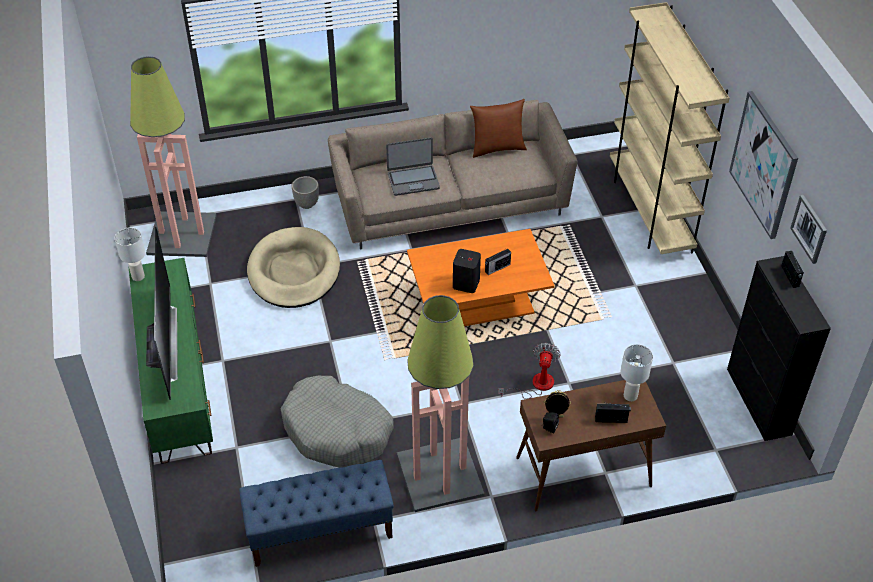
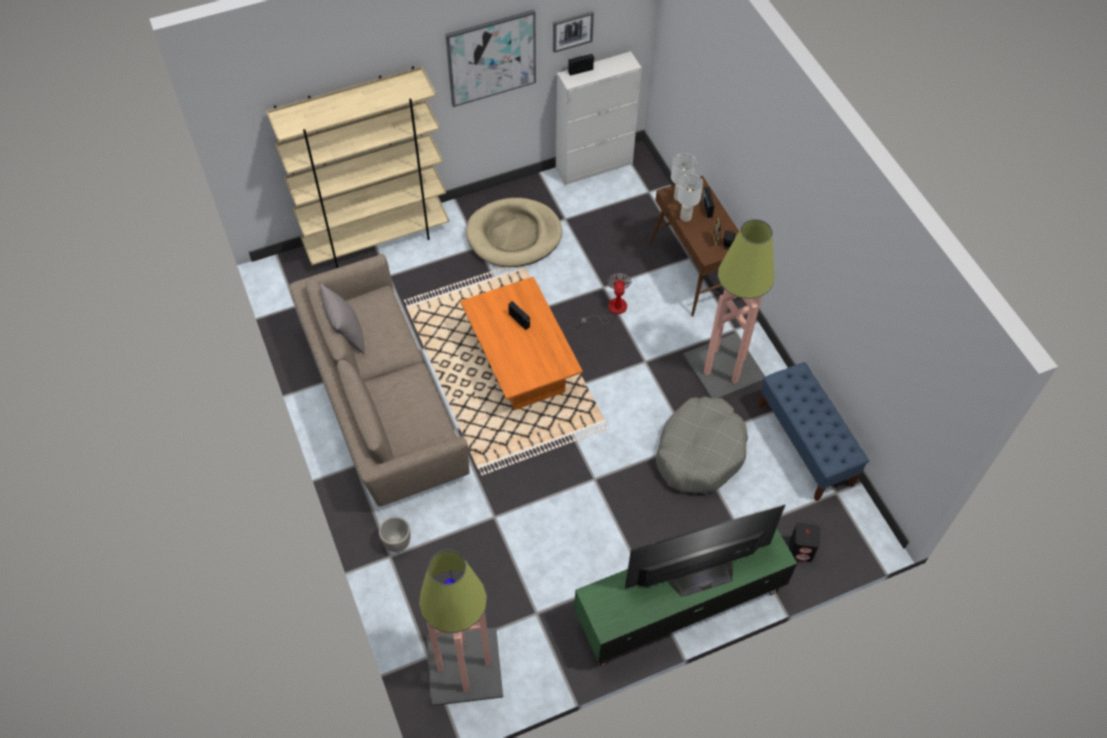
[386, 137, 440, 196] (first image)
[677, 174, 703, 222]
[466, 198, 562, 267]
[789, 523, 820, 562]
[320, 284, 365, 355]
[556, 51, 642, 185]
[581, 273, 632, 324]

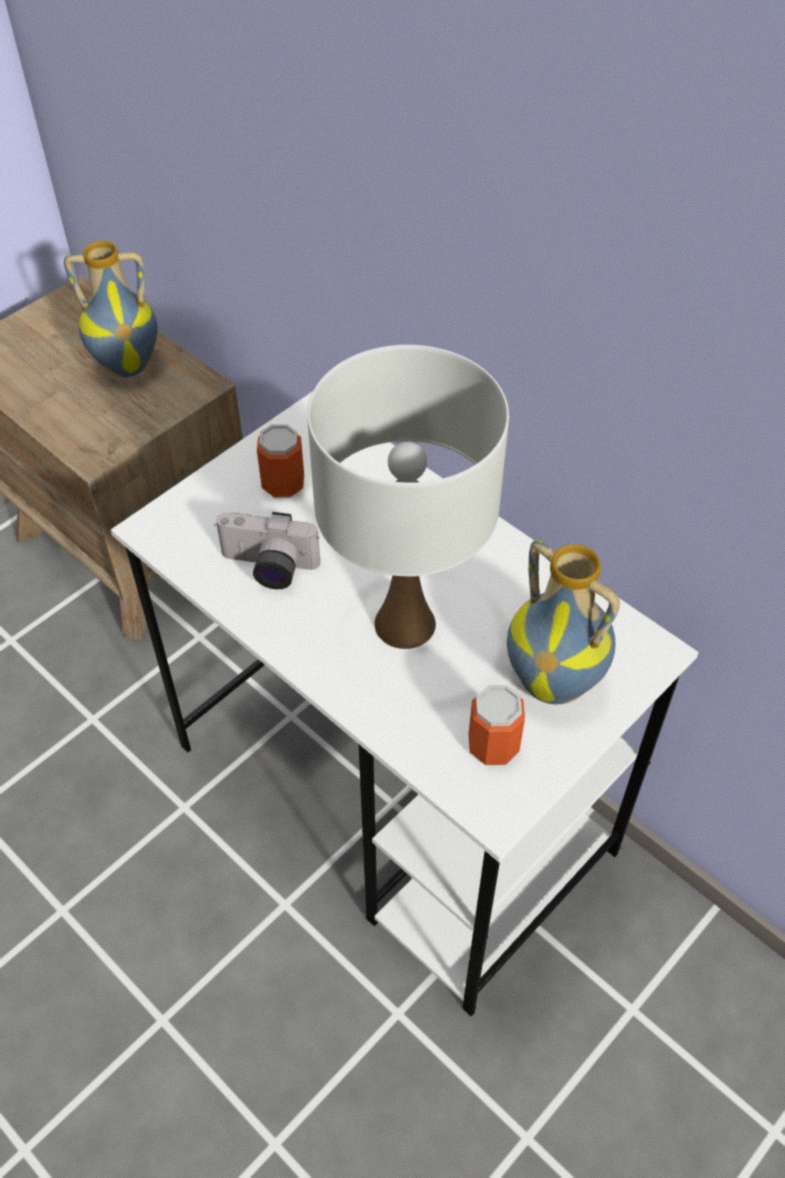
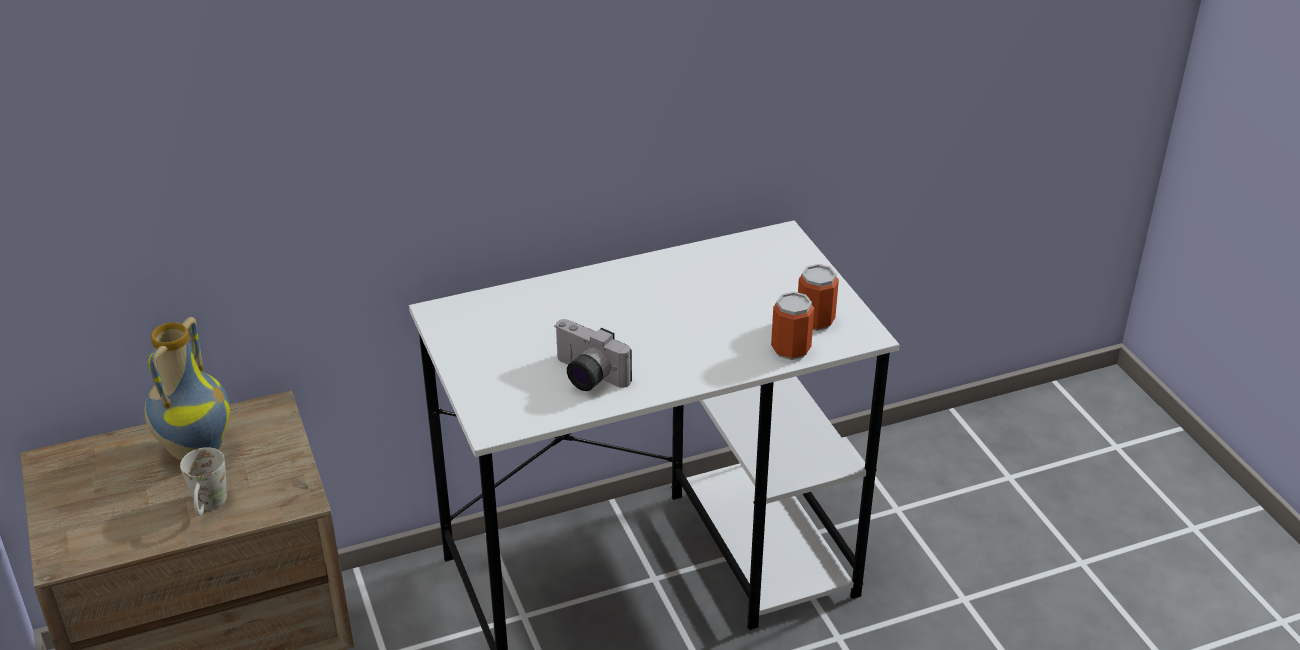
[307, 345, 509, 649] (first image)
[507, 540, 620, 704] (first image)
[180, 447, 227, 516]
[771, 292, 814, 360]
[554, 319, 632, 391]

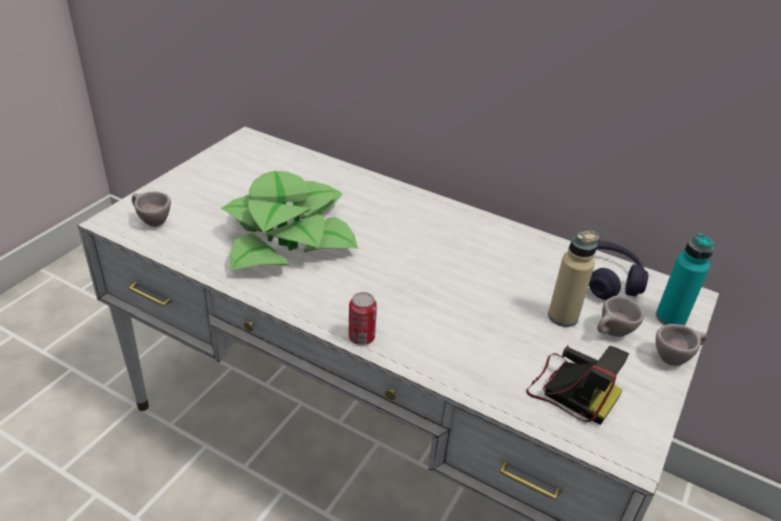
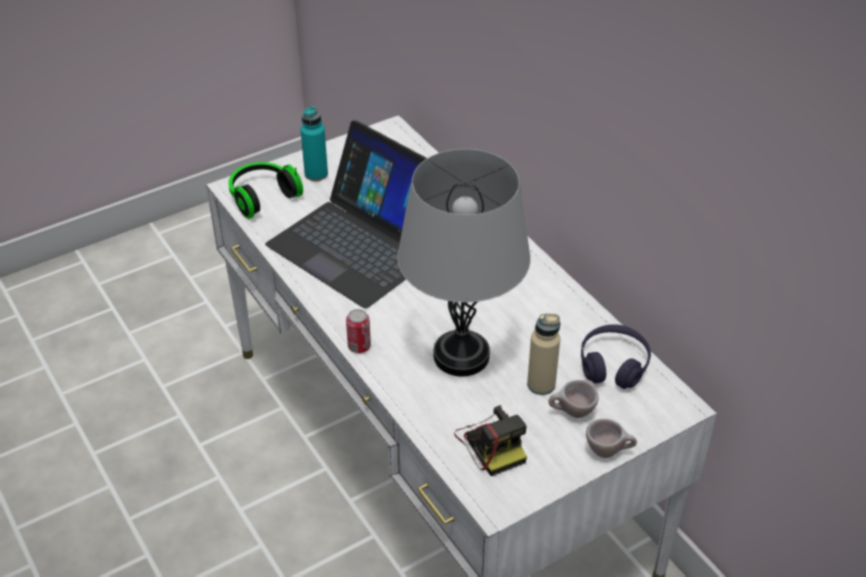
[397, 149, 531, 376]
[301, 106, 328, 181]
[228, 162, 303, 219]
[265, 120, 427, 309]

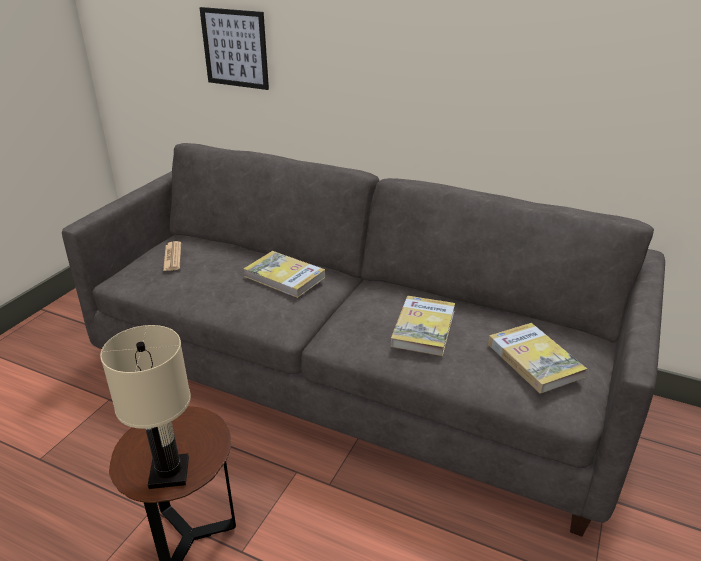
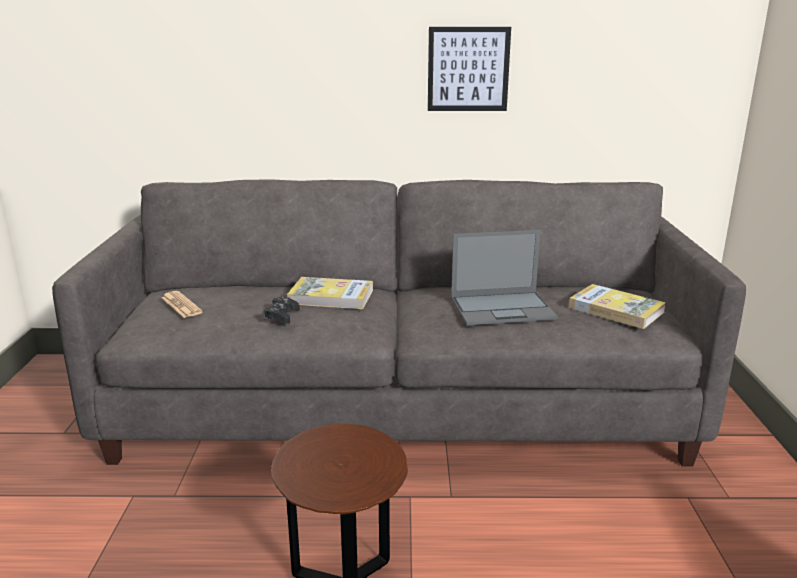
[100, 325, 191, 489] (first image)
[264, 297, 300, 324]
[428, 27, 511, 111]
[451, 230, 558, 325]

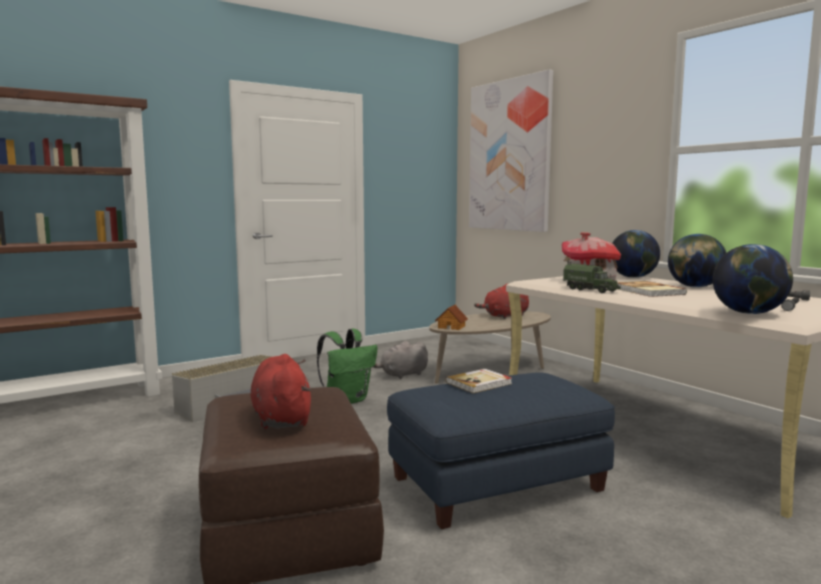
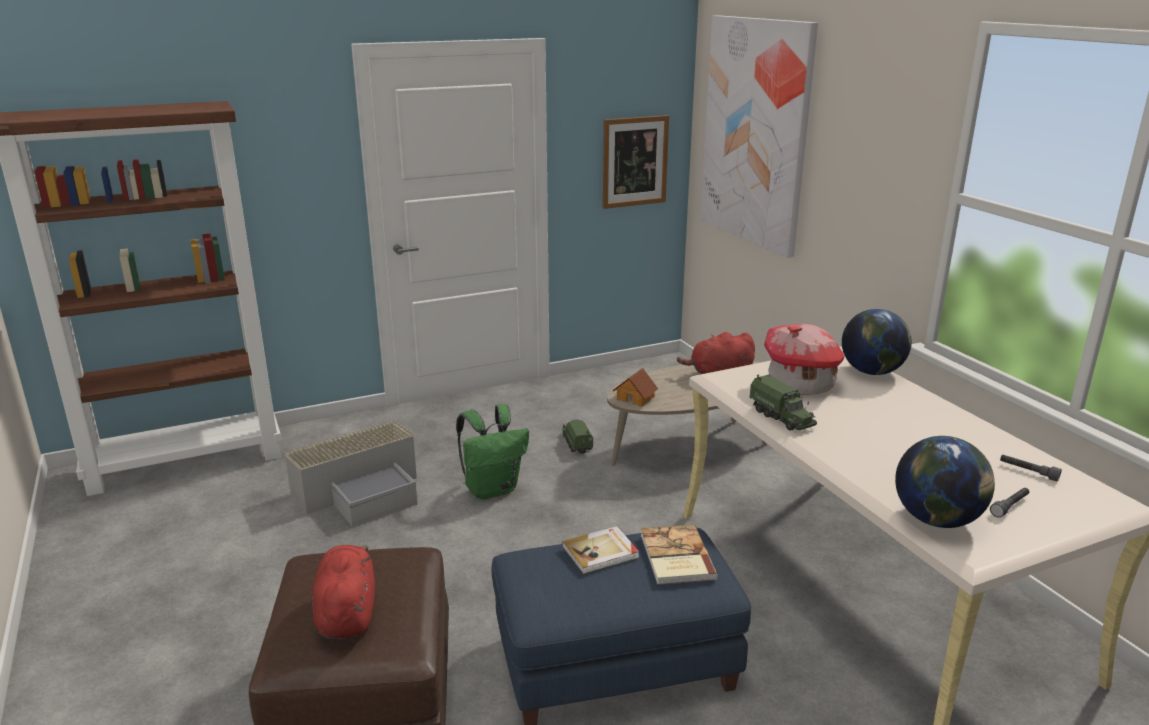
[668, 234, 726, 288] (first image)
[603, 115, 669, 209]
[640, 524, 717, 585]
[562, 419, 593, 455]

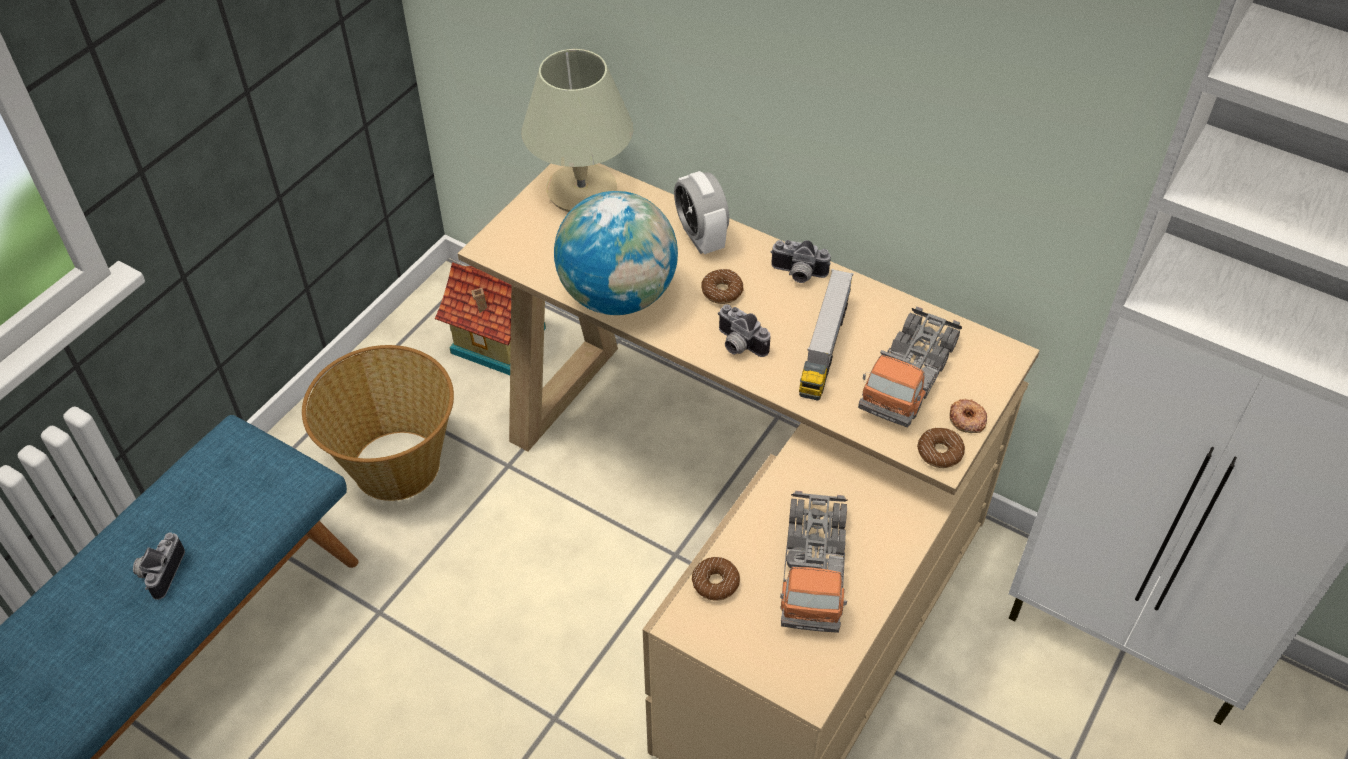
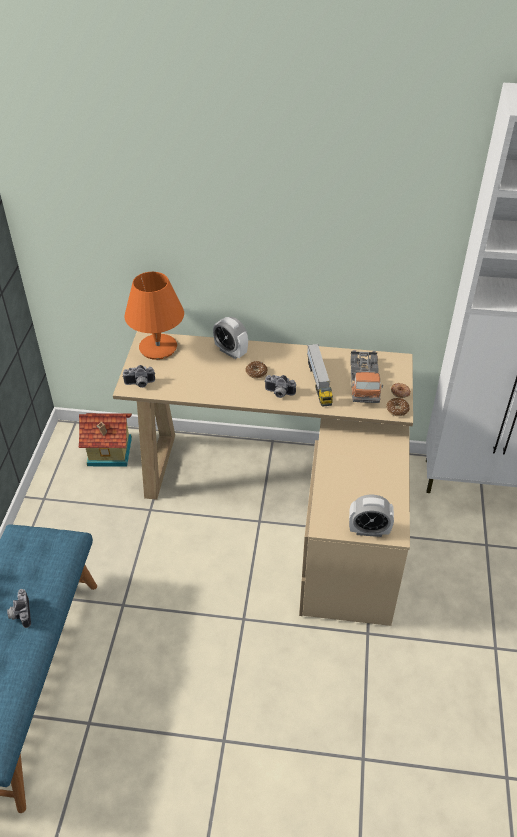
[302, 345, 454, 501] (first image)
[554, 191, 678, 315] (first image)
[692, 557, 740, 601] (first image)
[780, 490, 847, 633] (first image)
[349, 495, 394, 537]
[122, 365, 155, 388]
[125, 272, 184, 360]

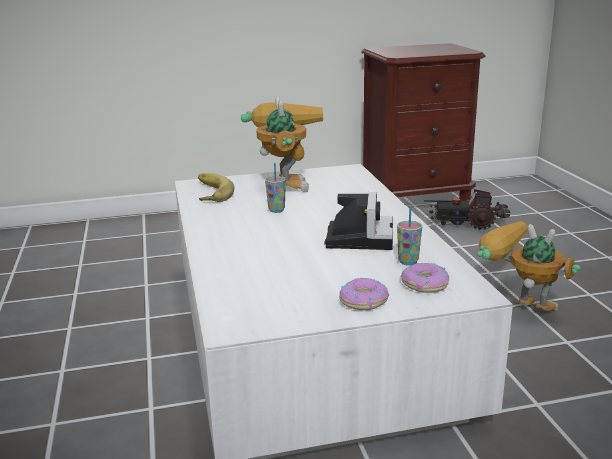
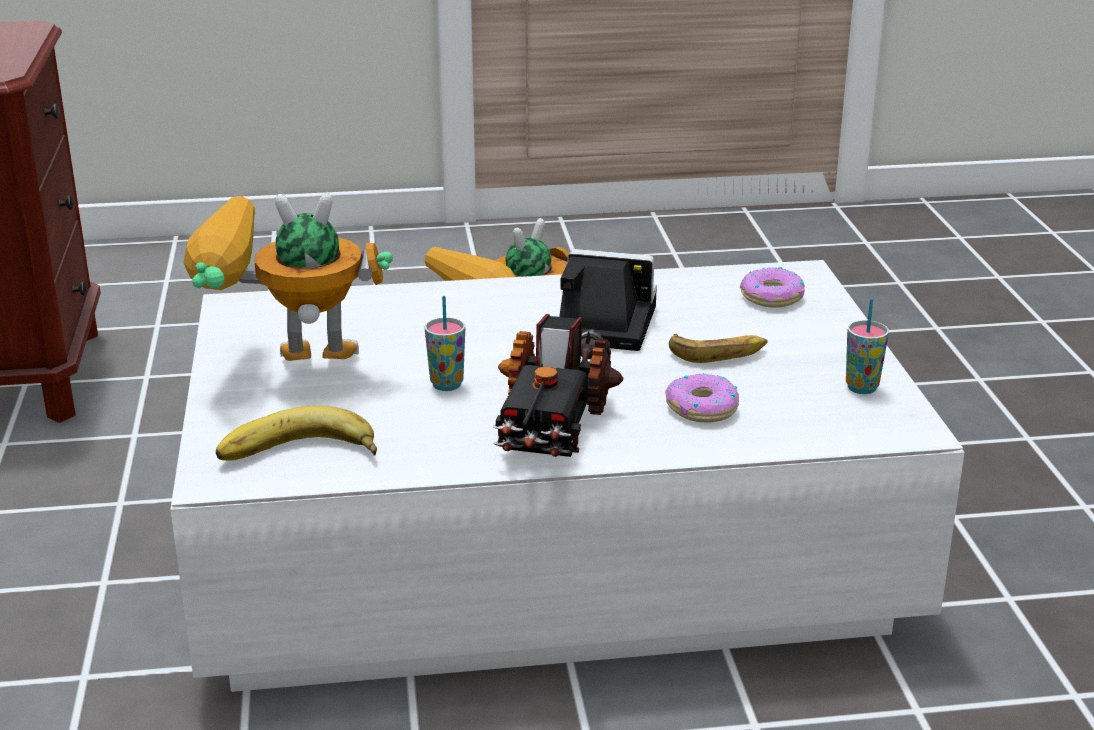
[669, 334, 768, 363]
[665, 373, 739, 423]
[846, 298, 889, 394]
[493, 314, 623, 457]

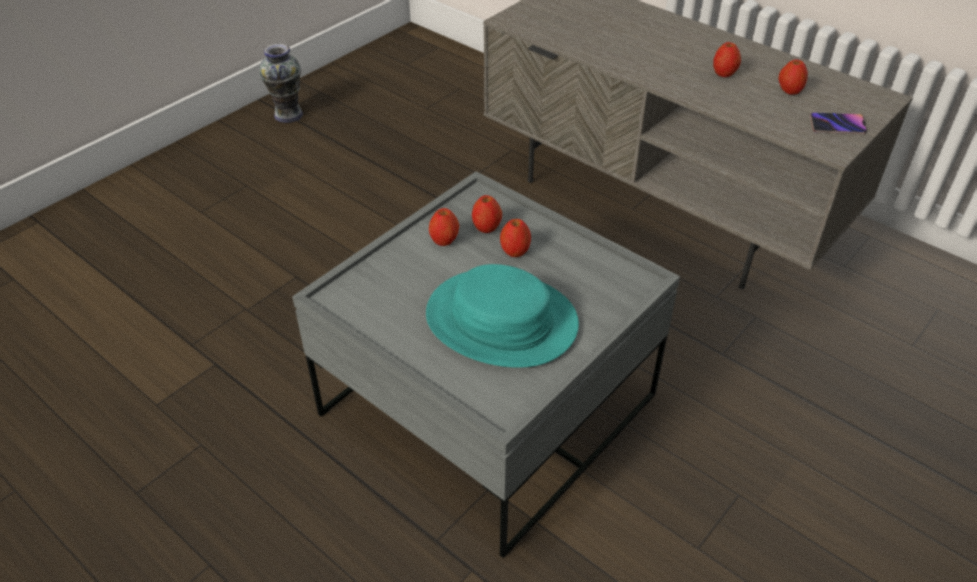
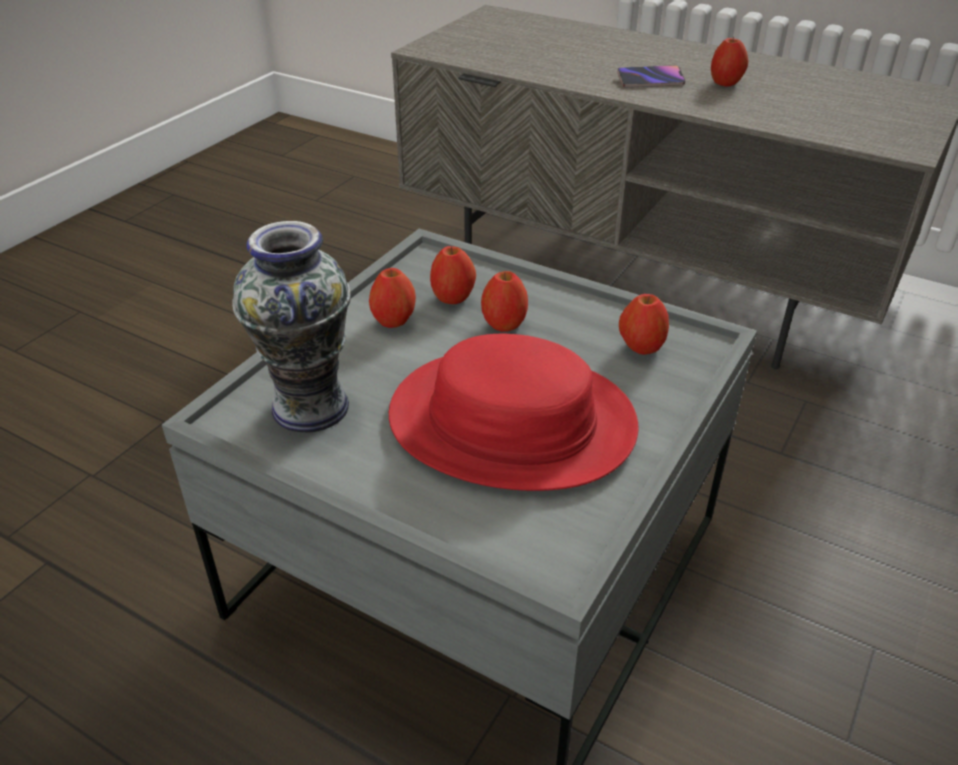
[232, 221, 351, 433]
[619, 294, 669, 355]
[617, 65, 685, 87]
[389, 334, 639, 491]

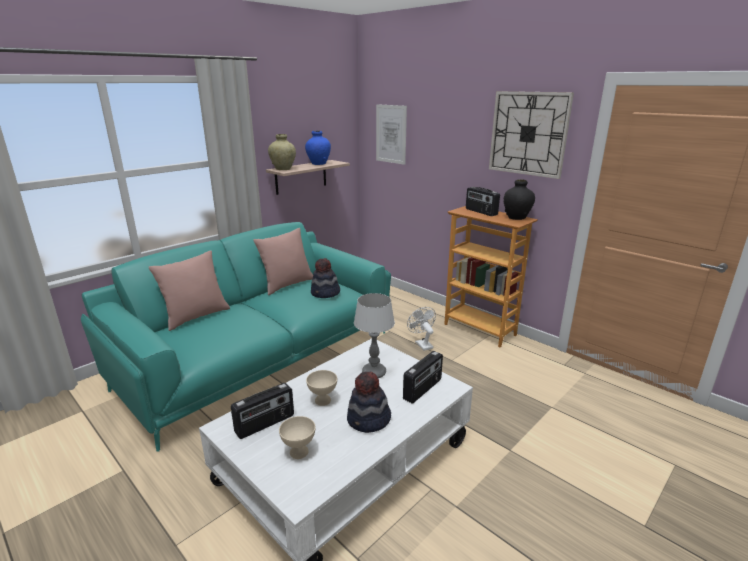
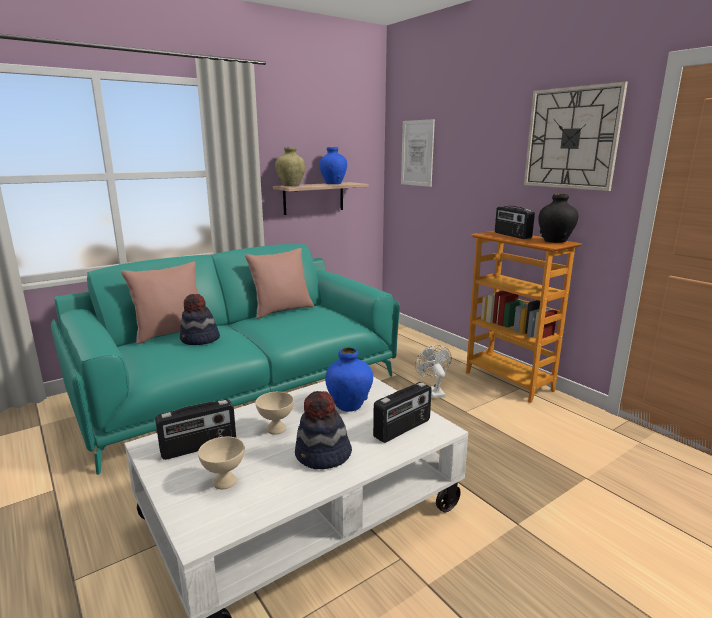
[180, 294, 220, 345]
[325, 347, 373, 412]

